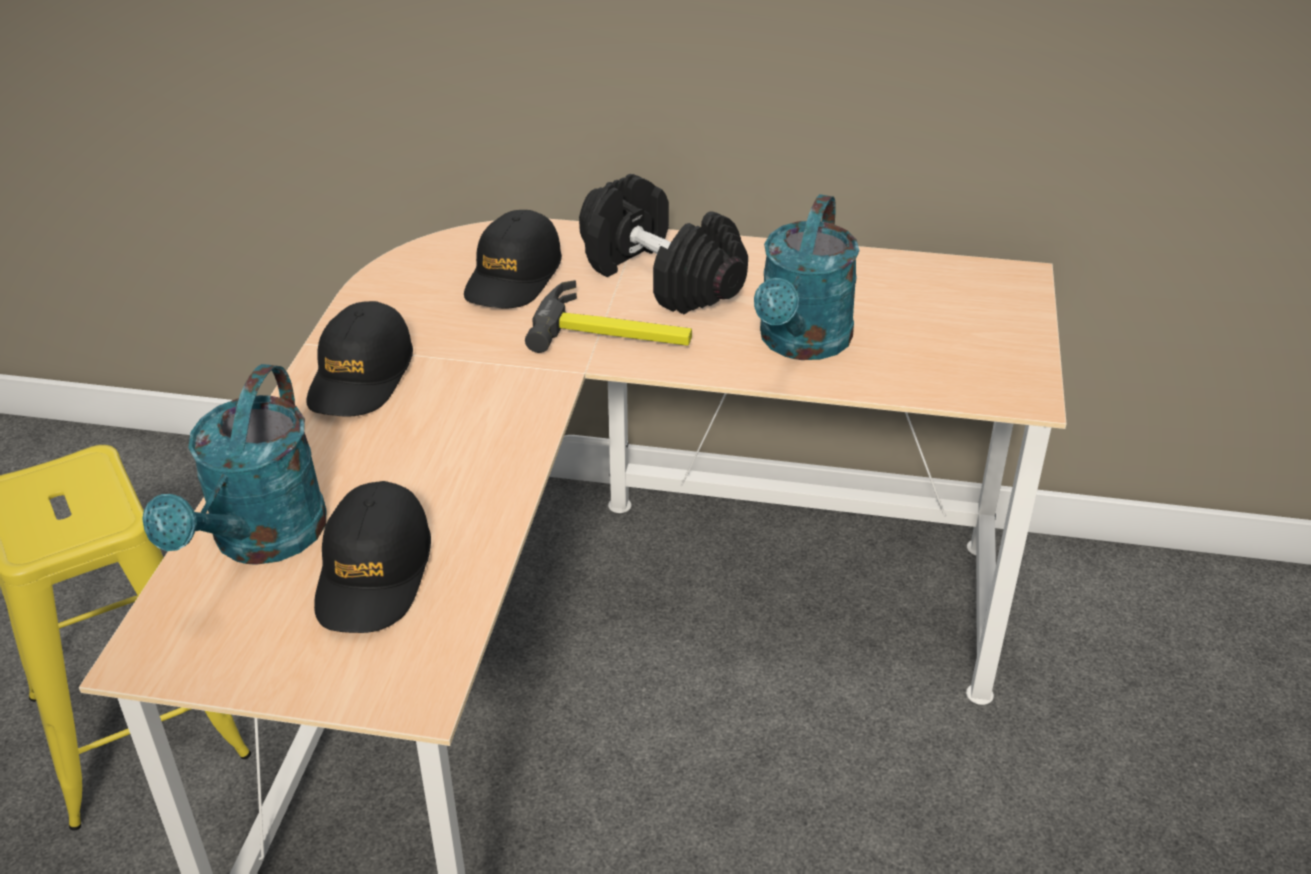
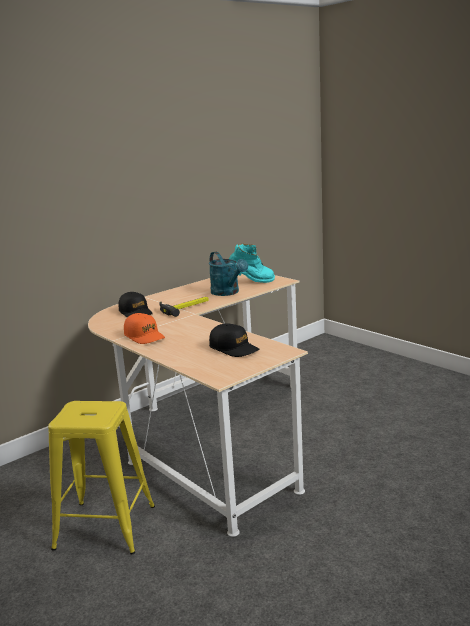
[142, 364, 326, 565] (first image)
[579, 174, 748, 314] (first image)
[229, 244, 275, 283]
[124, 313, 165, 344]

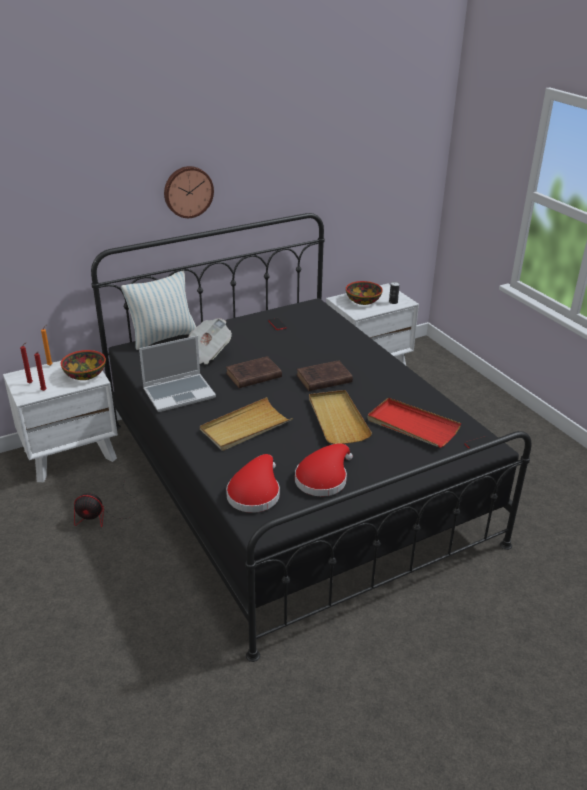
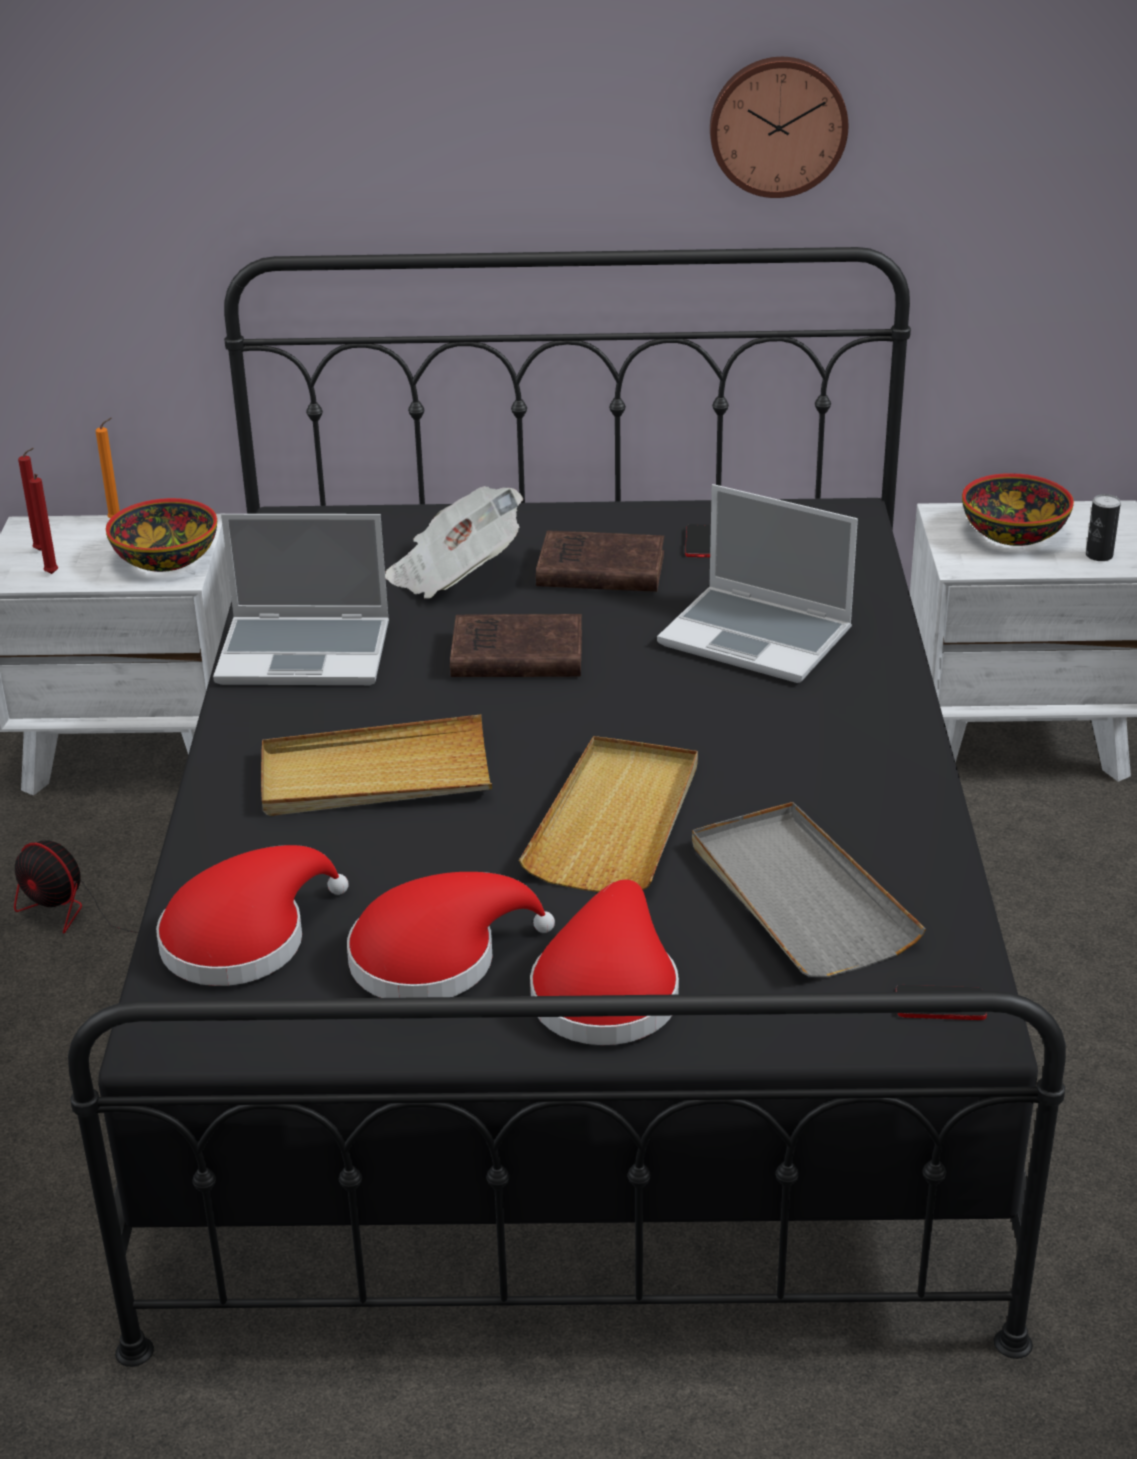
[121, 271, 196, 350] (first image)
[530, 879, 679, 1045]
[657, 484, 858, 683]
[710, 57, 848, 198]
[536, 530, 664, 592]
[692, 802, 926, 977]

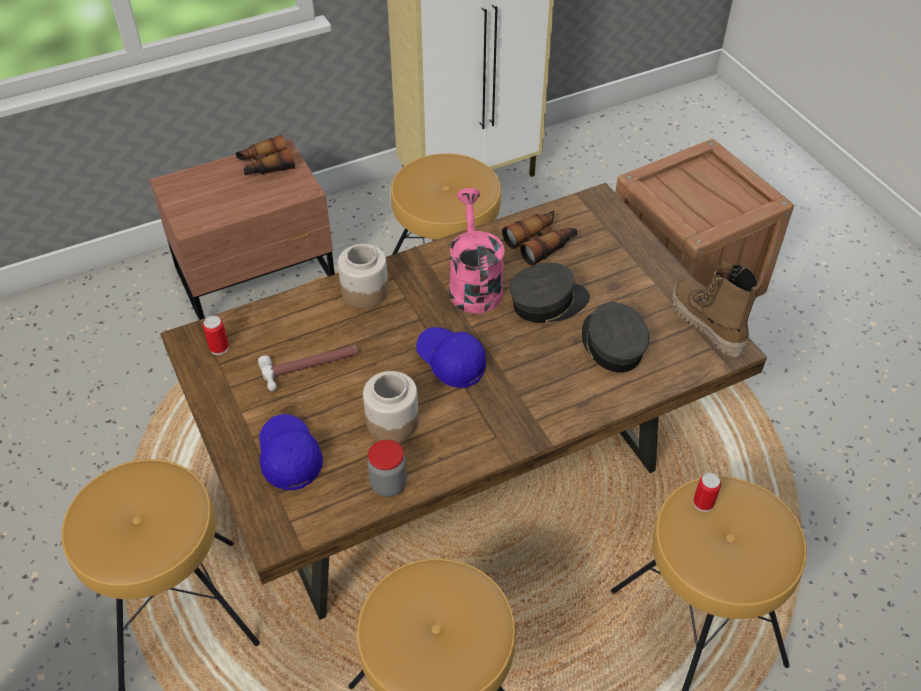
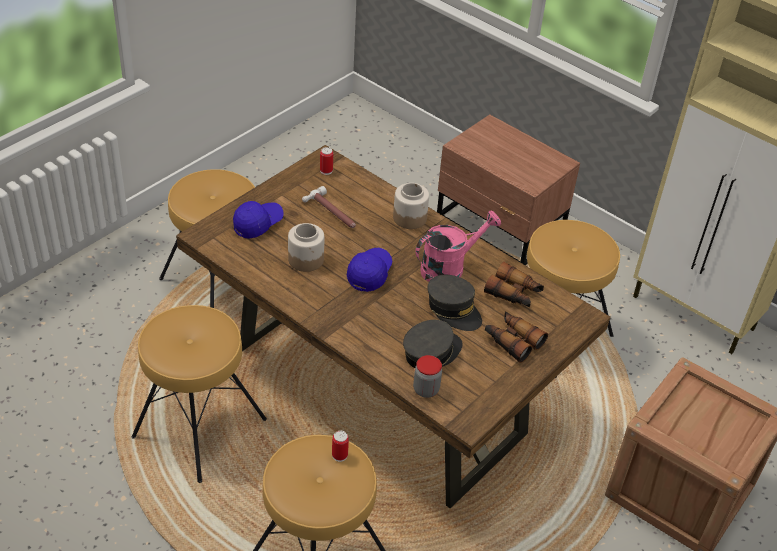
[672, 262, 760, 357] (first image)
[485, 311, 548, 363]
[413, 355, 442, 398]

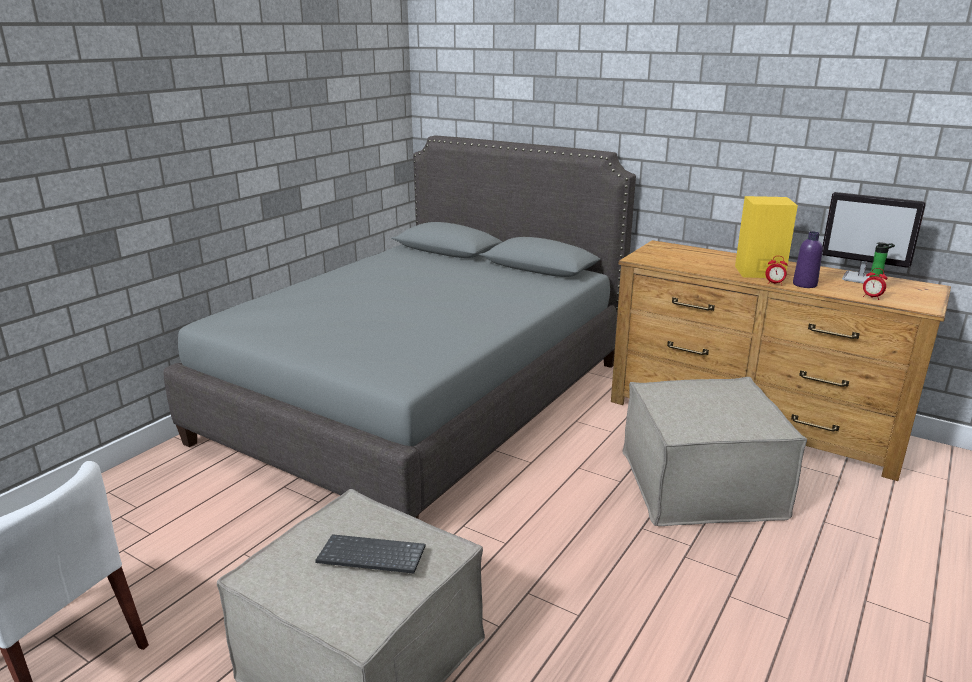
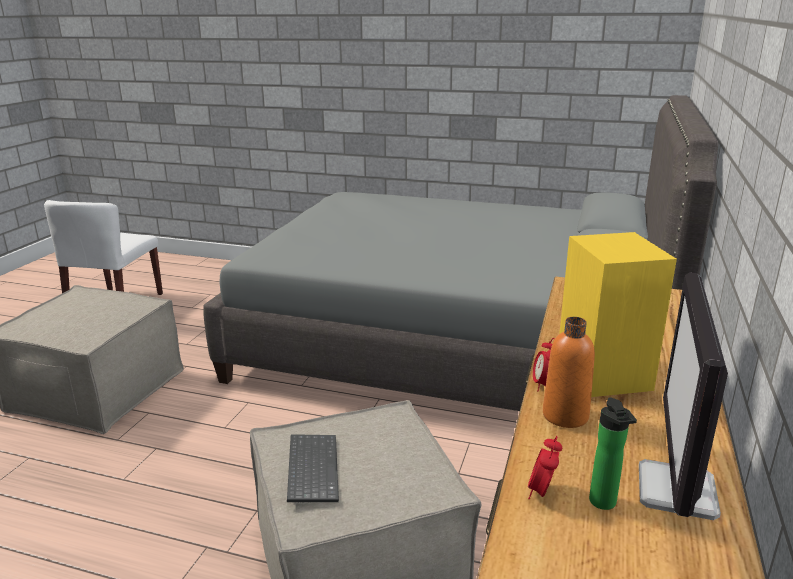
[287, 434, 339, 502]
[543, 317, 595, 428]

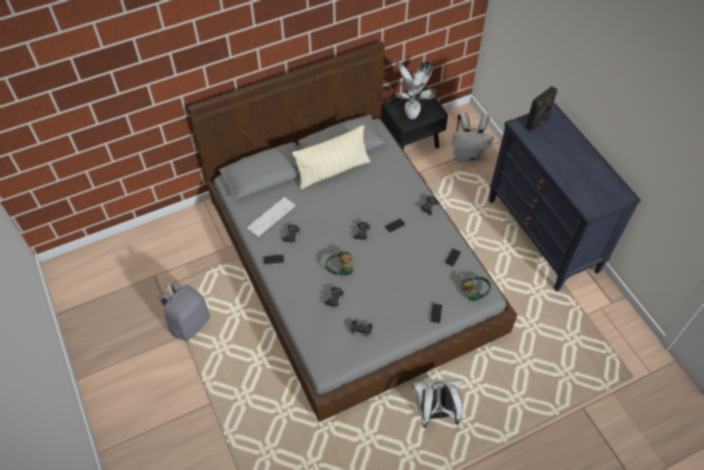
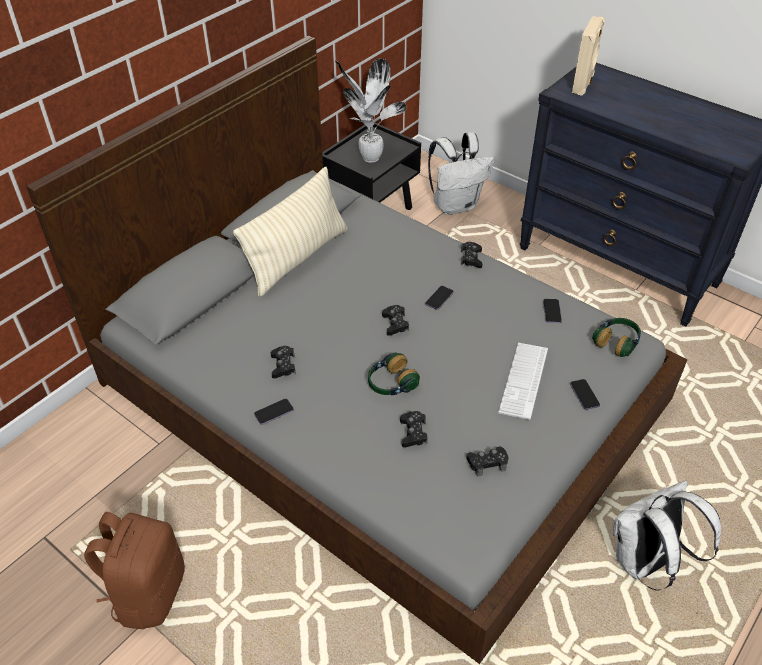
[498, 343, 548, 420]
[84, 512, 185, 629]
[572, 16, 605, 96]

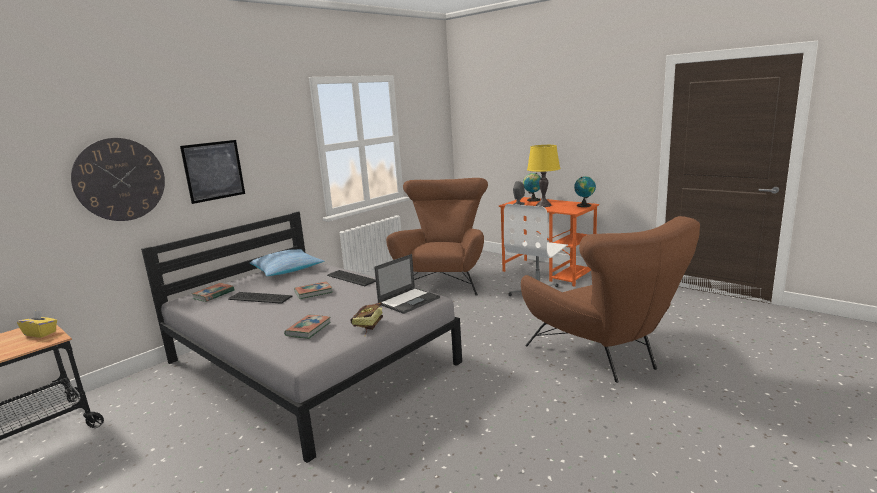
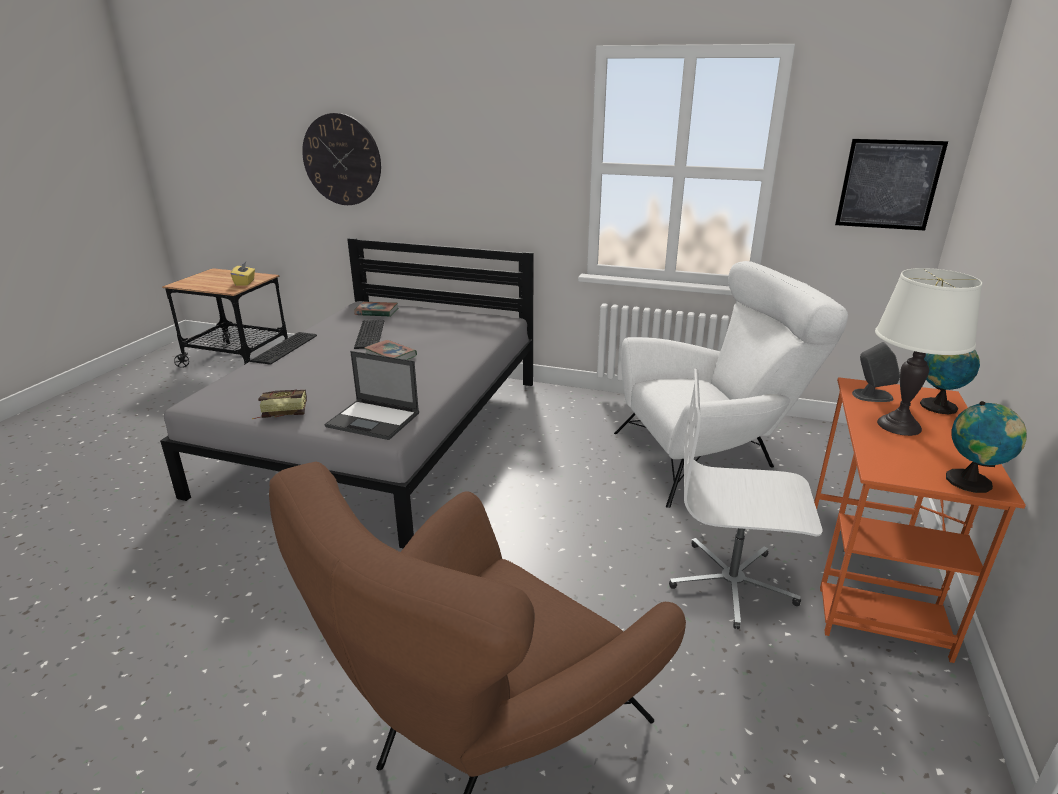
[250, 249, 324, 276] (first image)
[284, 315, 331, 339] (first image)
[835, 139, 948, 230]
[250, 332, 317, 365]
[614, 261, 848, 508]
[875, 268, 982, 436]

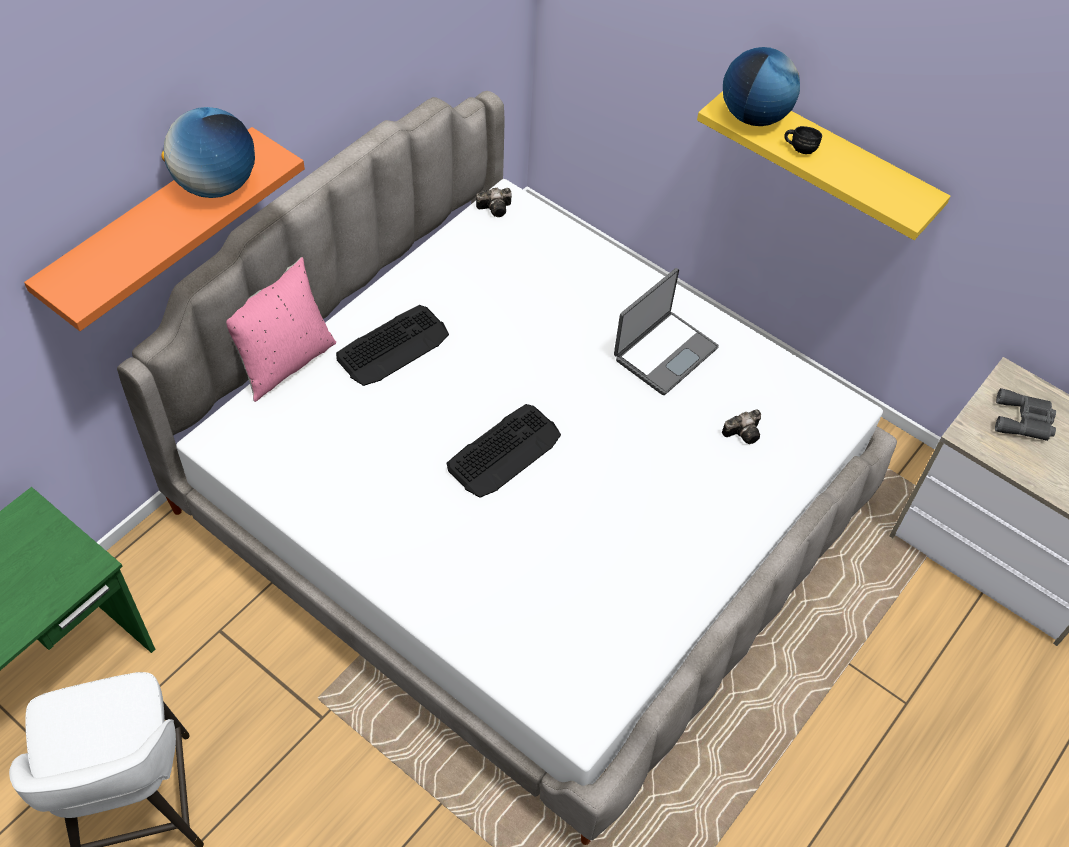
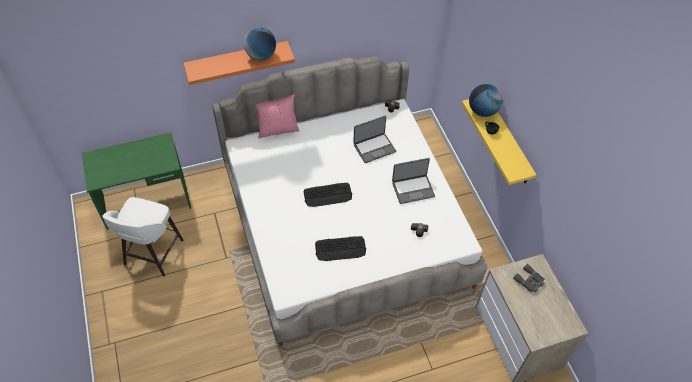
[353, 116, 396, 163]
[315, 236, 366, 261]

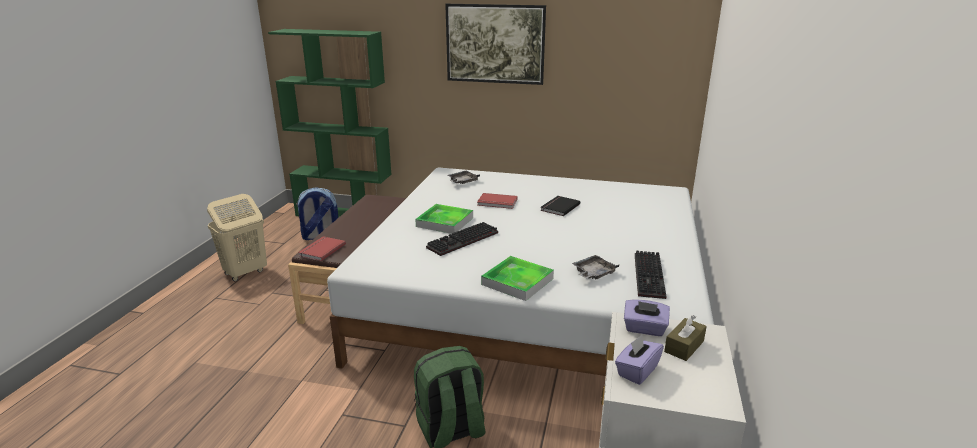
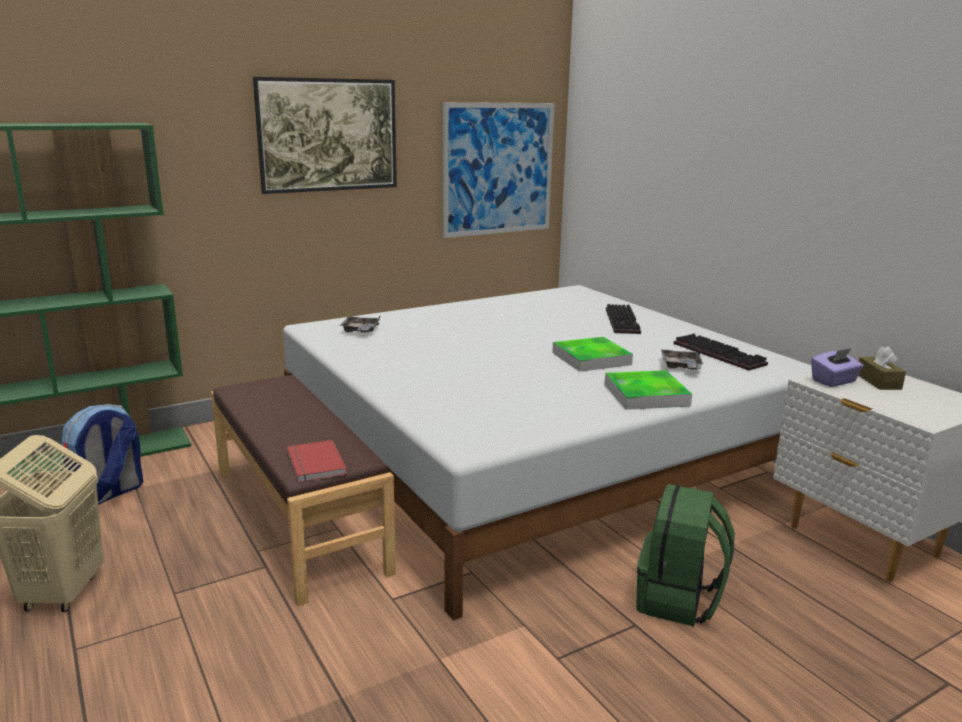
[477, 193, 518, 209] (first image)
[540, 196, 580, 216] (first image)
[615, 334, 664, 385] (first image)
[443, 102, 555, 238]
[552, 337, 633, 372]
[606, 304, 641, 334]

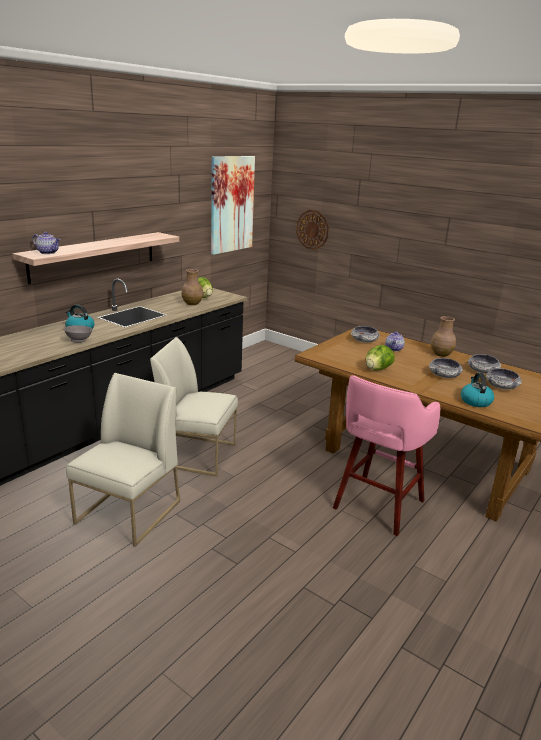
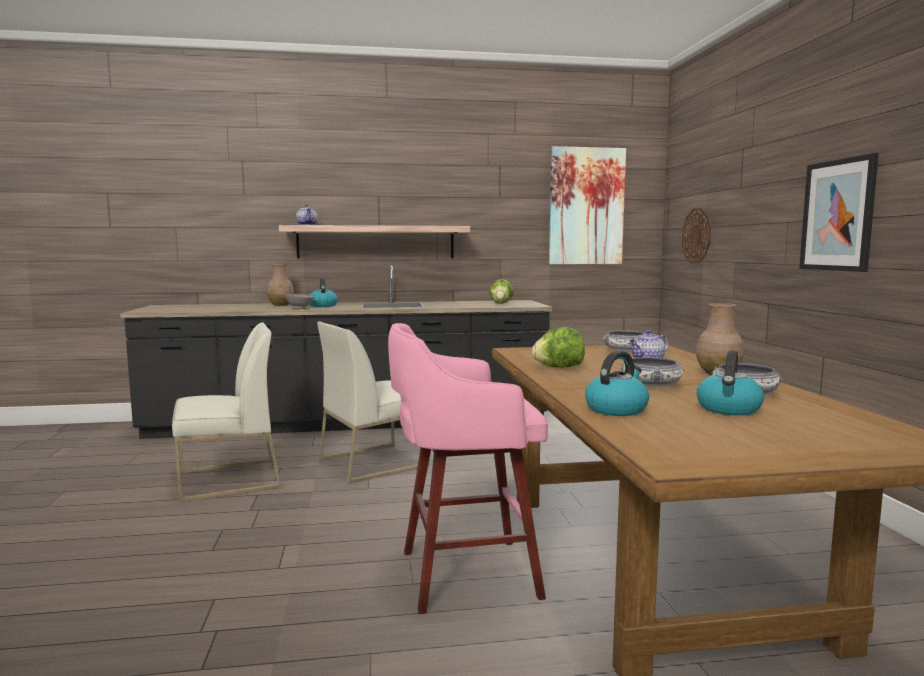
[799, 153, 879, 272]
[267, 264, 294, 306]
[697, 350, 764, 415]
[317, 321, 418, 483]

